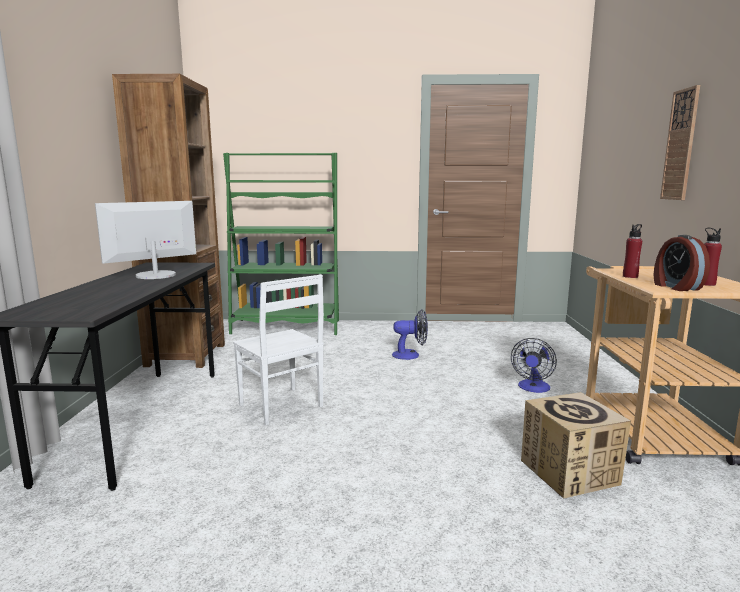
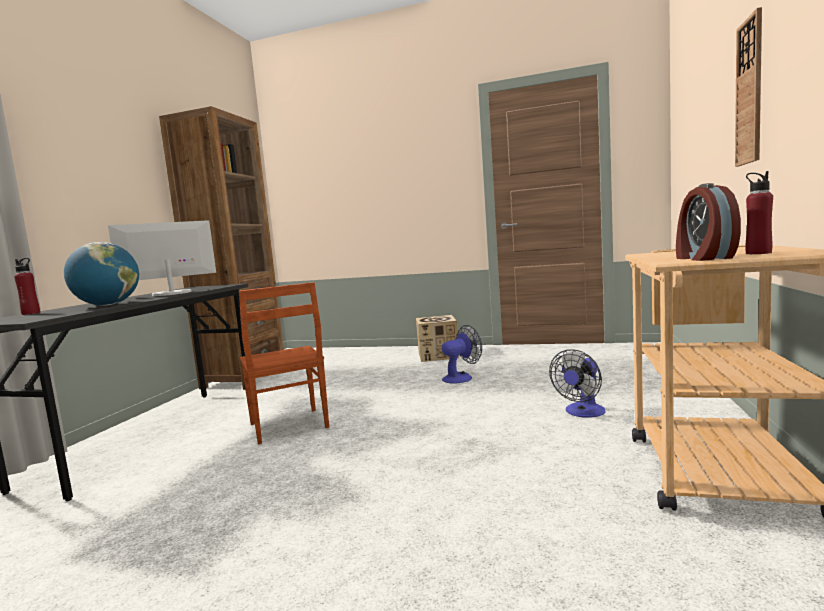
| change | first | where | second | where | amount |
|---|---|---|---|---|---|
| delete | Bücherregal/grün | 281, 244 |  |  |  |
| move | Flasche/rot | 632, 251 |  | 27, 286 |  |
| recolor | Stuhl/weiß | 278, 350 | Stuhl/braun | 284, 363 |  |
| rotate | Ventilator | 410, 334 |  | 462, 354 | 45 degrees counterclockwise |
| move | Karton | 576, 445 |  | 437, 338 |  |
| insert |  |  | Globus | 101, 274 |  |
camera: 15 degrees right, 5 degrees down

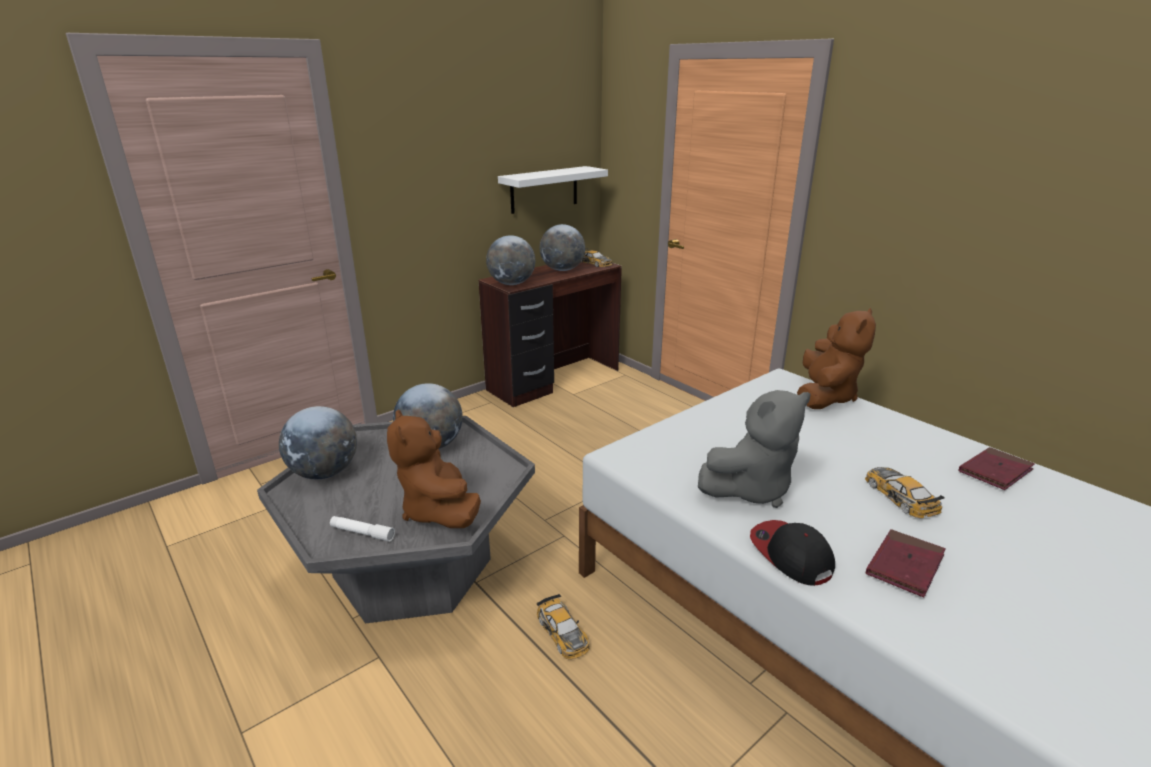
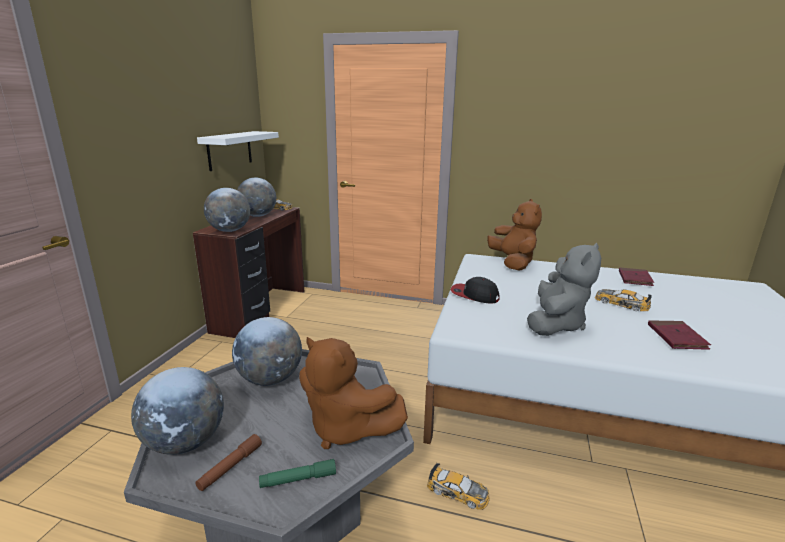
| change | first | where | second | where | amount |
|---|---|---|---|---|---|
| recolor | Taschenlampe/weiß | 362, 529 | Taschenlampe/grün | 297, 473 |  |
| move | Kappe | 792, 553 |  | 475, 290 |  |
| insert |  |  | Taschenlampe/braun | 228, 462 |  |
camera: 35 degrees left, 5 degrees down

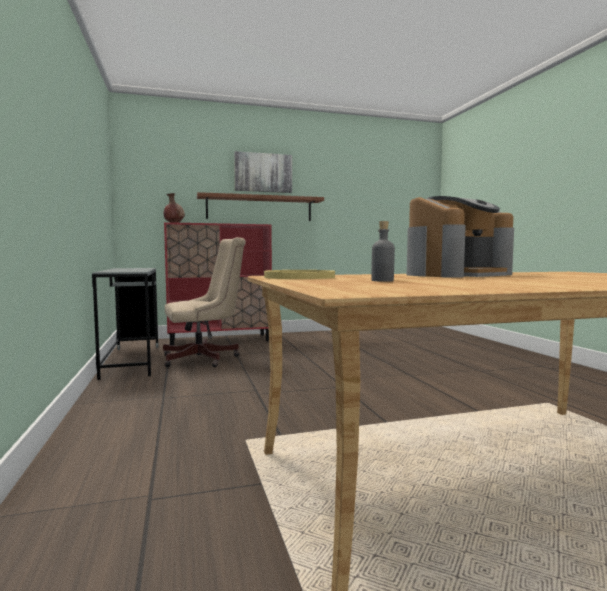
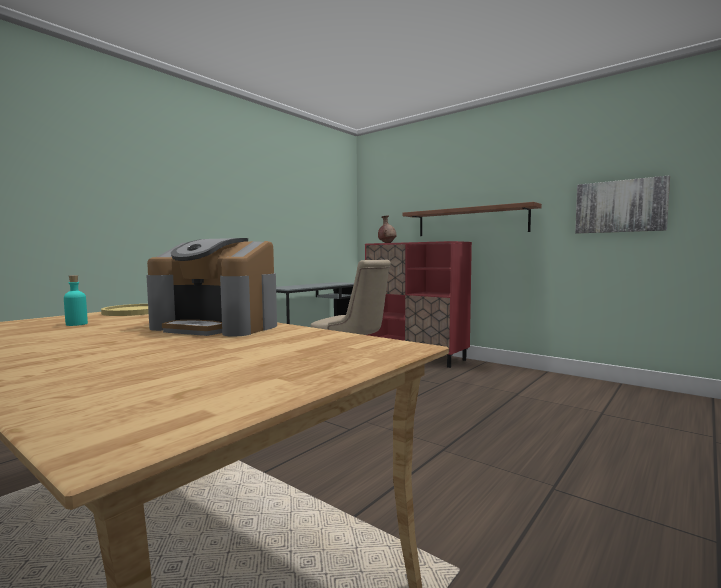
| change | first | where | second | where | amount |
|---|---|---|---|---|---|
| move | Bild | 263, 172 |  | 622, 204 |  |
| recolor | Flasche/grau | 383, 251 | Flasche/türkis | 76, 300 |  |
camera: 55 degrees right, 0 degrees up

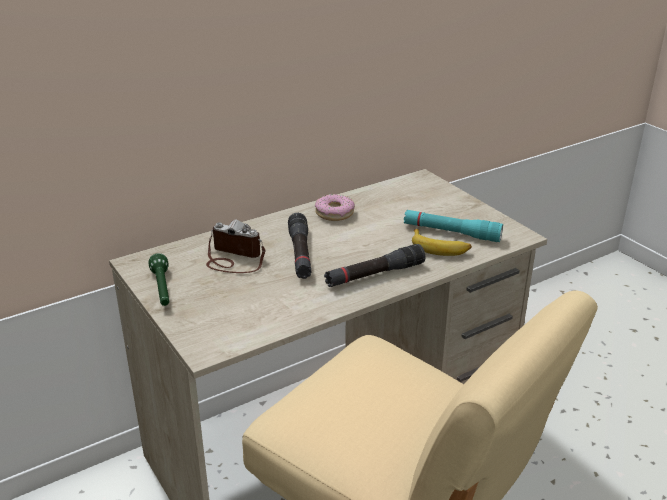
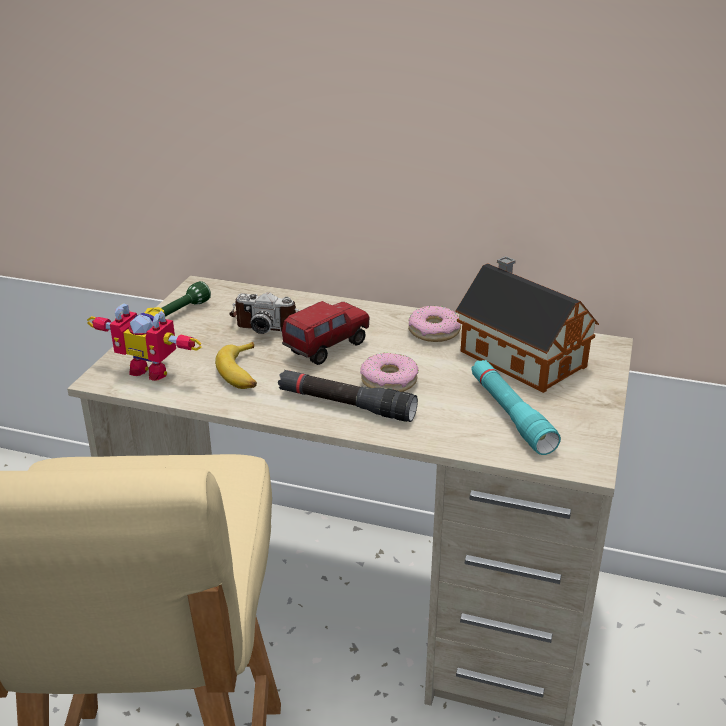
| change | first | where | second | where | amount |
|---|---|---|---|---|---|
| replace | Taschenlampe/schwarz | 300, 246 | Spielzeuglaster | 325, 333 |  |
| rotate | Kamera | 235, 246 |  | 264, 313 | 120 degrees clockwise |
| move | Banane | 442, 242 |  | 236, 365 |  |
| insert |  |  | Spielzeughaus | 527, 324 |  |
| insert |  |  | Spielzeugroboter | 144, 342 |  |
| insert |  |  | Donut | 389, 372 |  |
camera: 50 degrees right, 0 degrees up

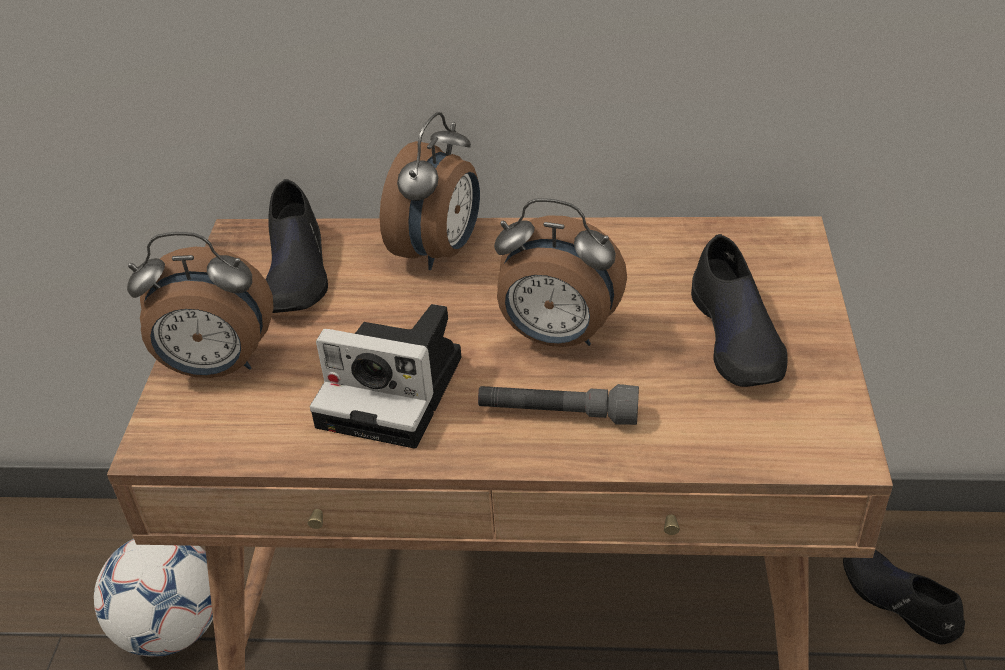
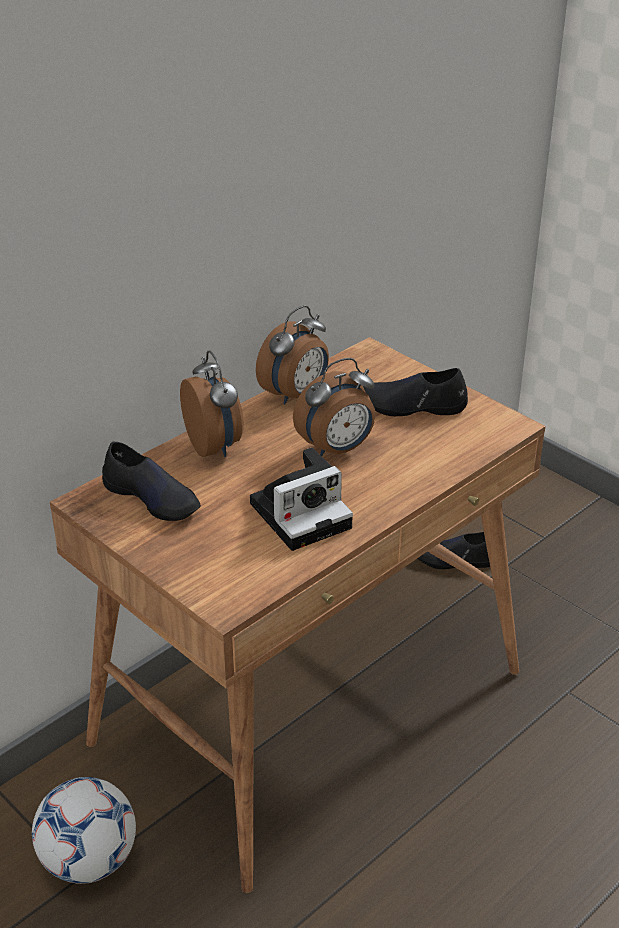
| change | first | where | second | where | amount |
|---|---|---|---|---|---|
| move | Wecker | 200, 305 |  | 292, 355 |  |
| rotate | Schuh/schwarz | 739, 310 |  | 415, 392 | 150 degrees clockwise |
| delete | Taschenlampe/grau | 558, 404 |  |  |  |
camera: 50 degrees left, 5 degrees down

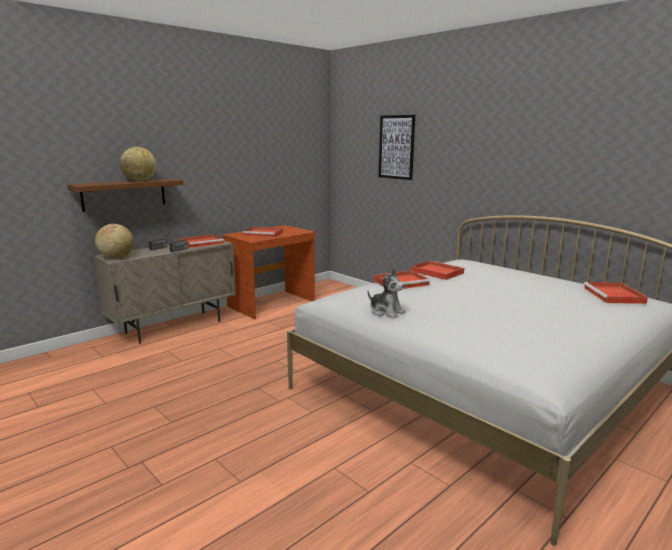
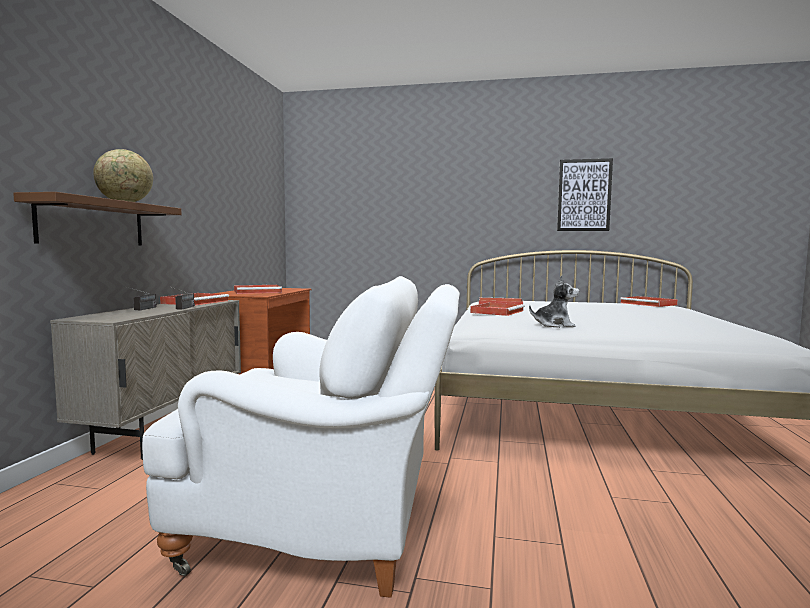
| change | first | where | second | where | amount |
|---|---|---|---|---|---|
| move | Bild | 397, 147 |  | 585, 194 |  |
| delete | Globus | 114, 241 |  |  |  |
| insert |  |  | Sessel/weiß | 301, 437 |  |
camera: 35 degrees left, 10 degrees down

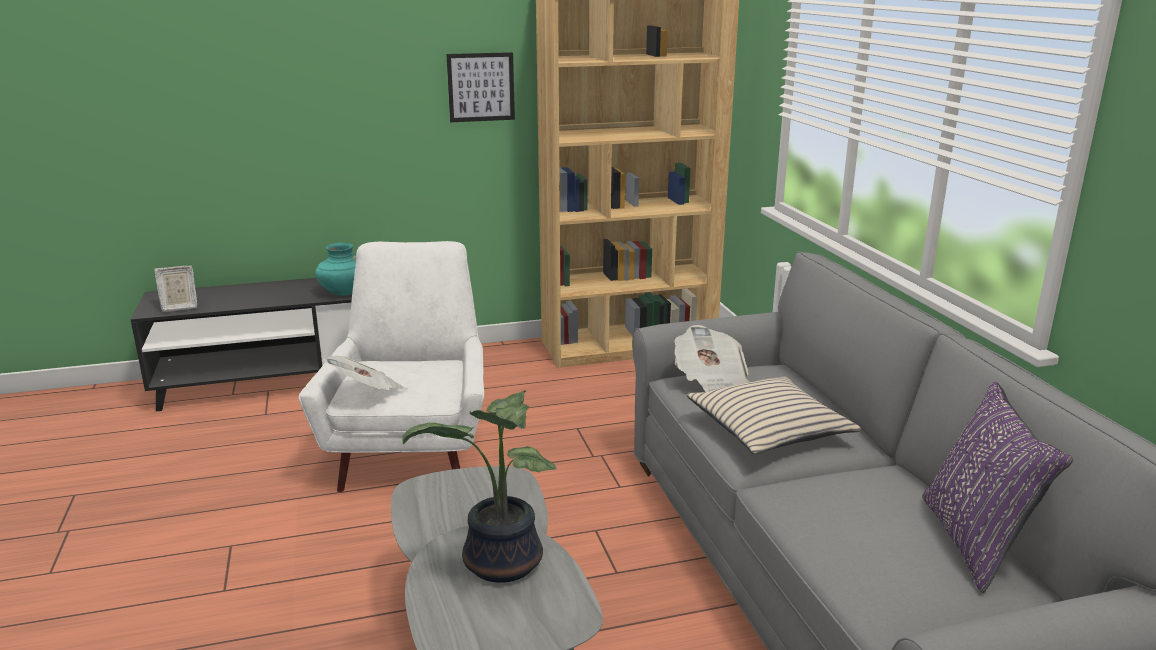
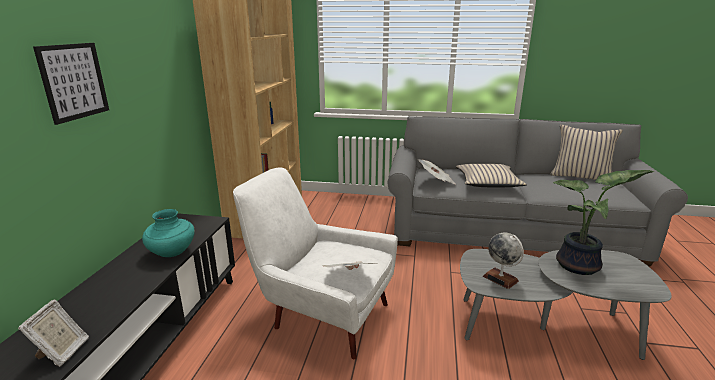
| change | first | where | second | where | amount |
|---|---|---|---|---|---|
| move | Bild | 480, 87 |  | 71, 84 |  |
| recolor | Kissen/lila | 997, 487 | Kissen/beige | 586, 152 |  |
| insert |  |  | Globus | 503, 261 |  |
camera: 65 degrees left, 0 degrees up

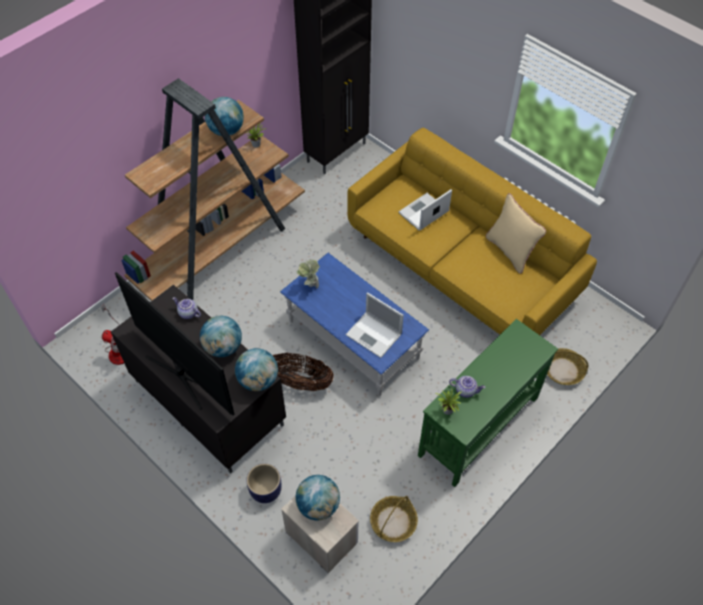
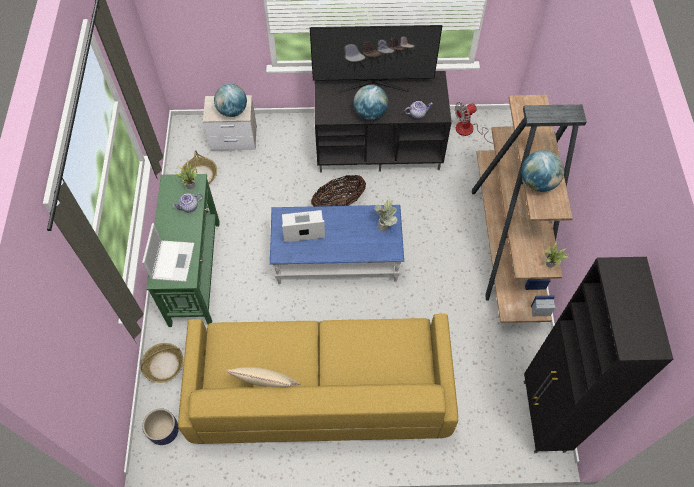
| change | first | where | second | where | amount |
|---|---|---|---|---|---|
| move | Laptop | 425, 209 |  | 168, 252 |  |
| delete | Globus | 256, 369 |  |  |  |
| move | Pflanzkübel | 264, 483 |  | 161, 426 |  |
camera: 135 degrees right, 5 degrees up

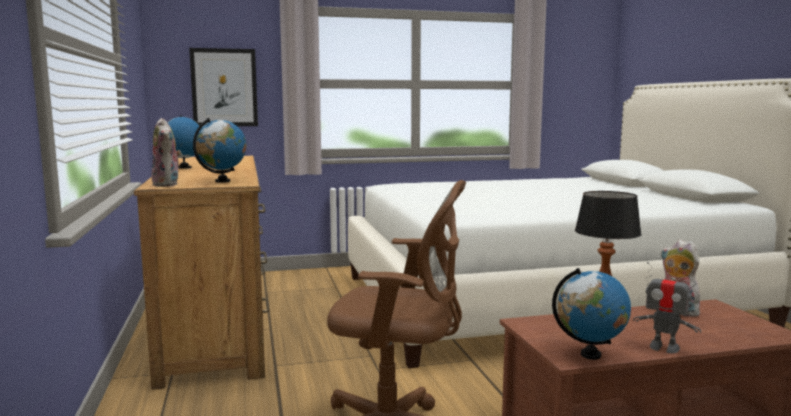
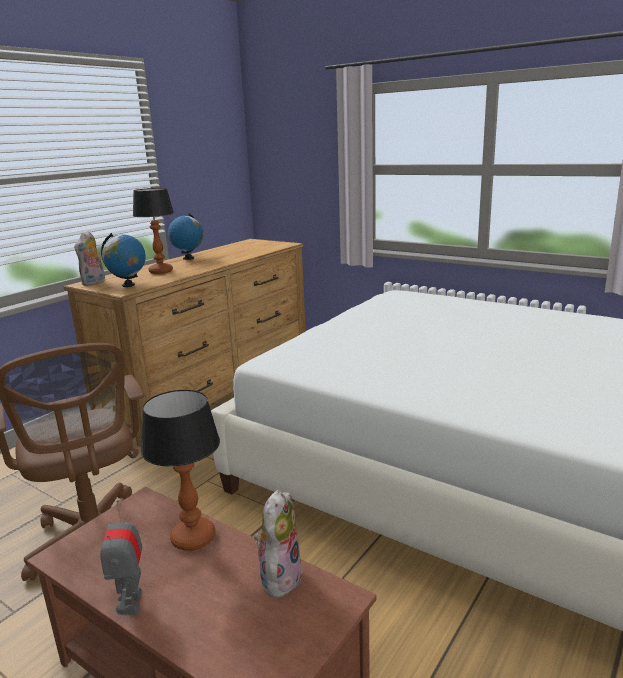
| change | first | where | second | where | amount |
|---|---|---|---|---|---|
| delete | Bild | 223, 87 |  |  |  |
| delete | Globus | 591, 314 |  |  |  |
| insert |  |  | Tischlampe | 153, 231 |  |
camera: 50 degrees right, 10 degrees up

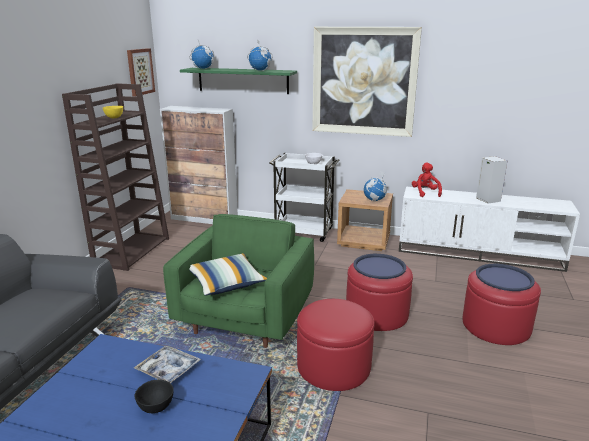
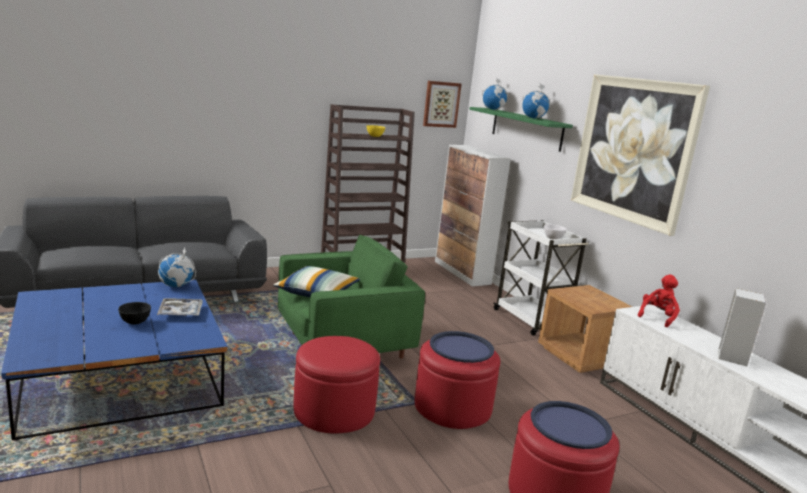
| change | first | where | second | where | amount |
|---|---|---|---|---|---|
| move | Globus | 376, 186 |  | 177, 267 |  |
camera: 45 degrees right, 5 degrees down

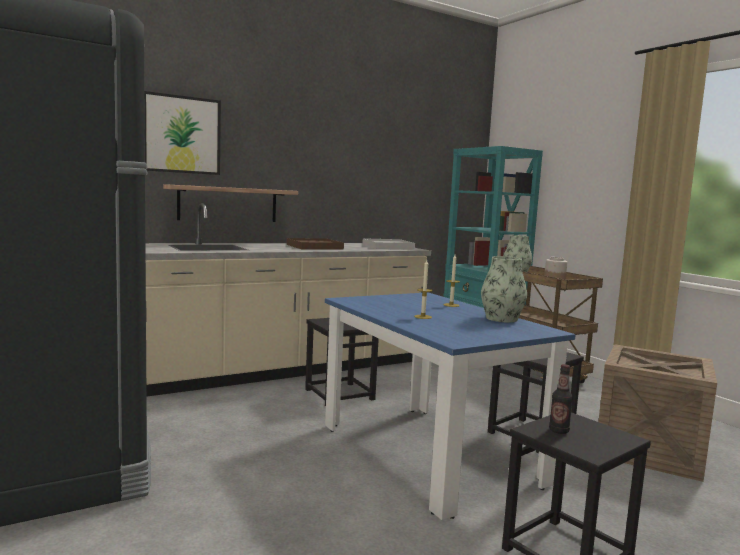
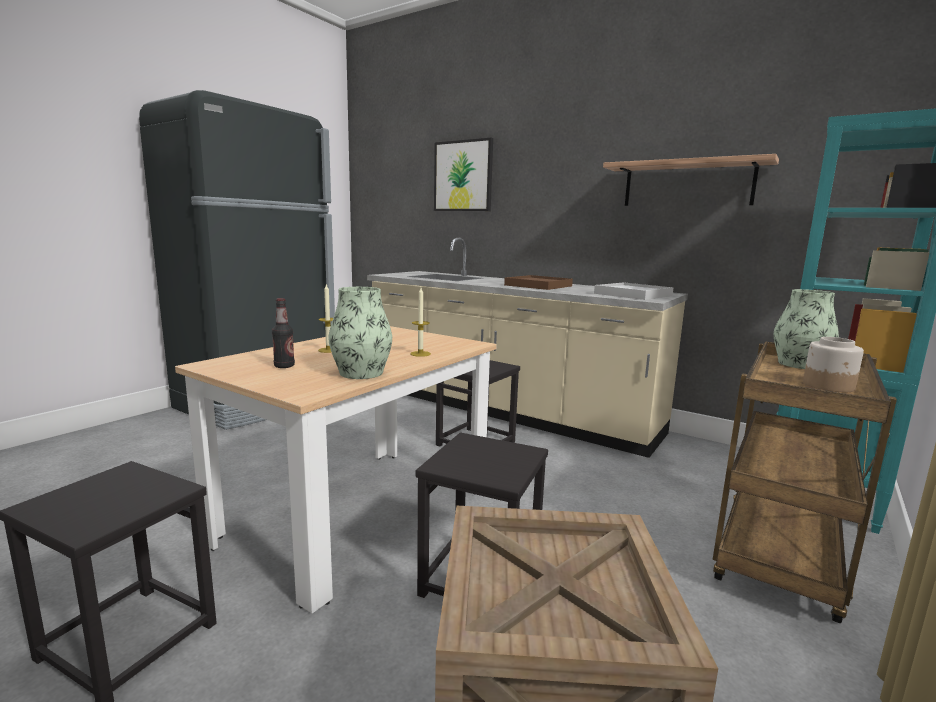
| change | first | where | second | where | amount |
|---|---|---|---|---|---|
| move | Wandregal | 230, 203 |  | 691, 180 |  |
| recolor | Esstisch/blau | 450, 406 | Esstisch/beige | 336, 470 |  |
| move | Flasche | 561, 399 |  | 283, 333 |  |
camera: 65 degrees right, 5 degrees up

